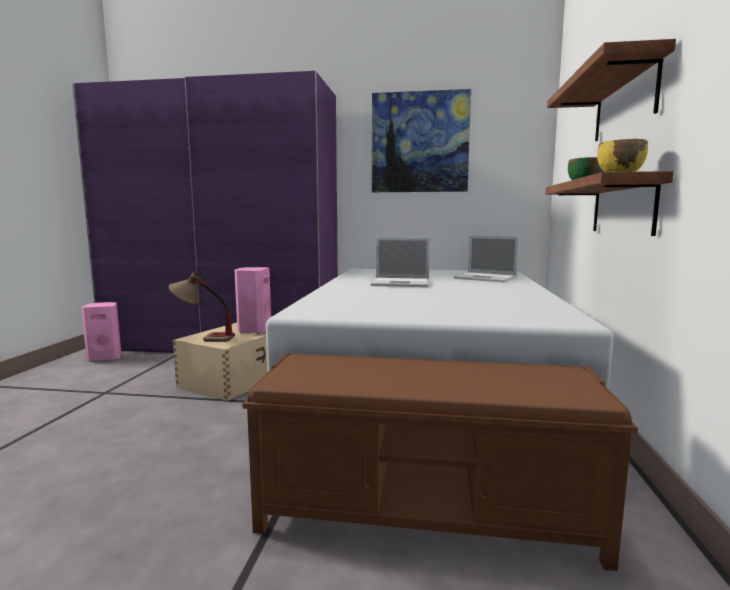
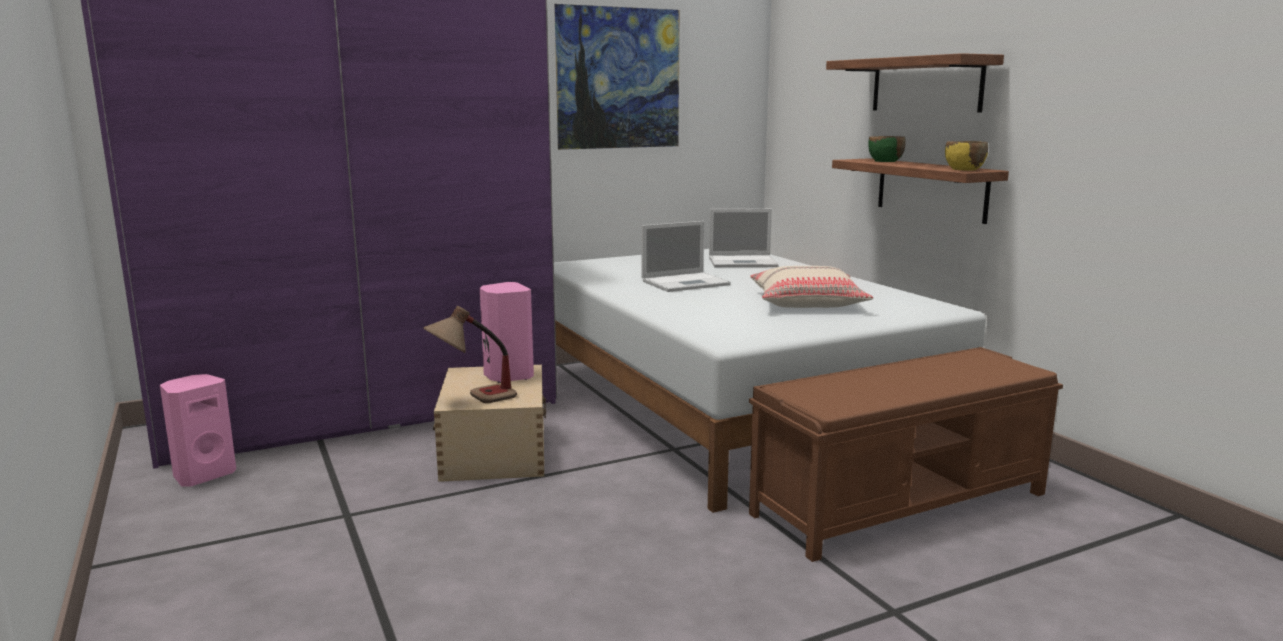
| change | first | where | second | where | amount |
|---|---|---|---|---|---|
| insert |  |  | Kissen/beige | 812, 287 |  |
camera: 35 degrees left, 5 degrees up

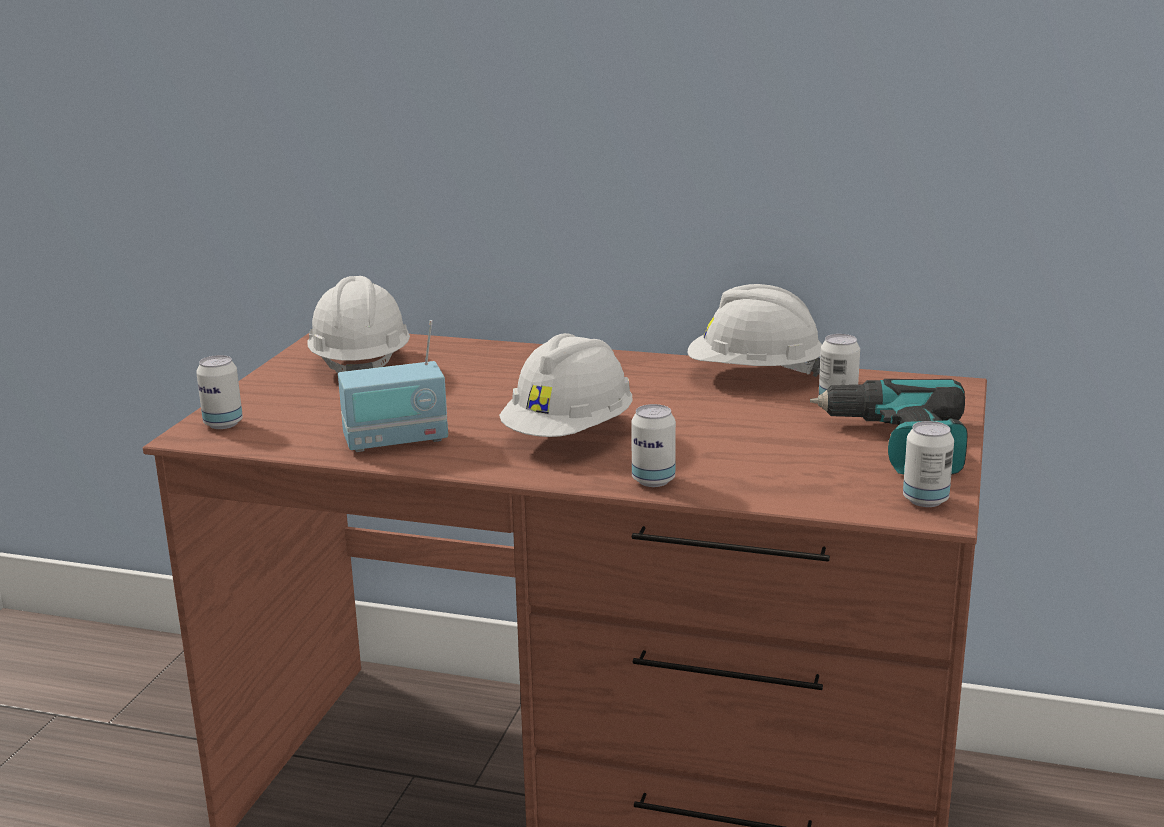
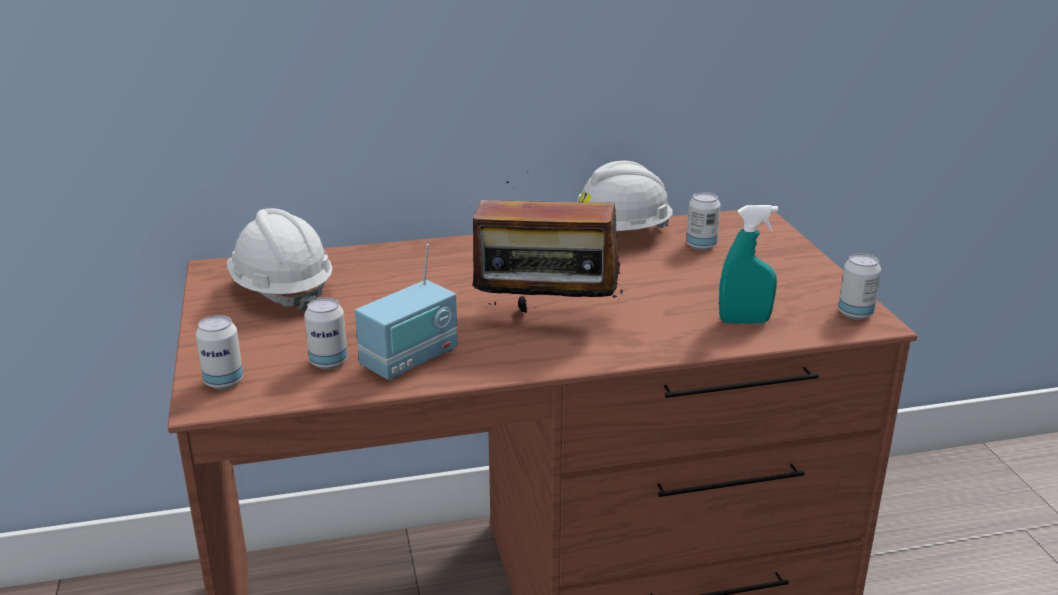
| change | first | where | second | where | amount |
|---|---|---|---|---|---|
| replace | Schutzhelm/weiß | 565, 385 | Radio | 546, 242 |  |
| delete | Bohrmaschine | 889, 427 |  |  |  |
| move | Dose | 653, 445 |  | 326, 333 |  |
| insert |  |  | Sprühflasche/türkis | 748, 264 |  |
camera: 30 degrees left, 5 degrees up

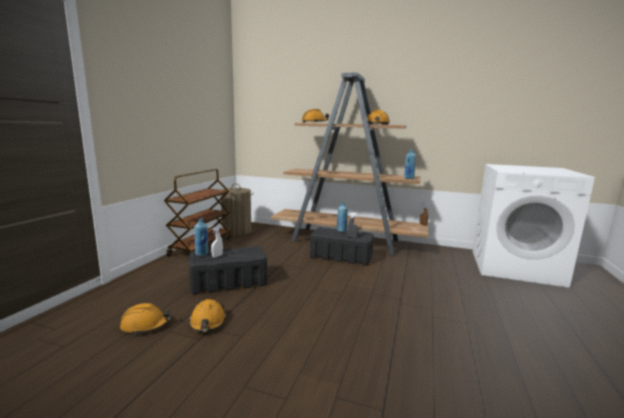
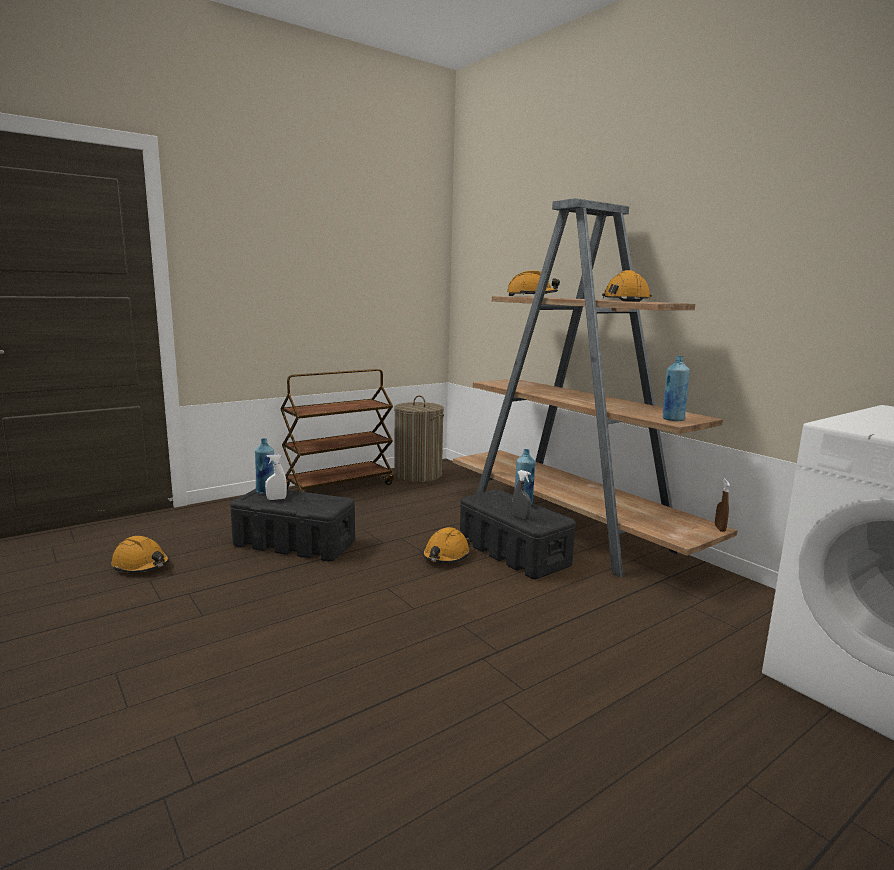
| change | first | where | second | where | amount |
|---|---|---|---|---|---|
| move | Schutzhelm/orange | 208, 315 |  | 446, 545 |  |
camera: 35 degrees right, 0 degrees up

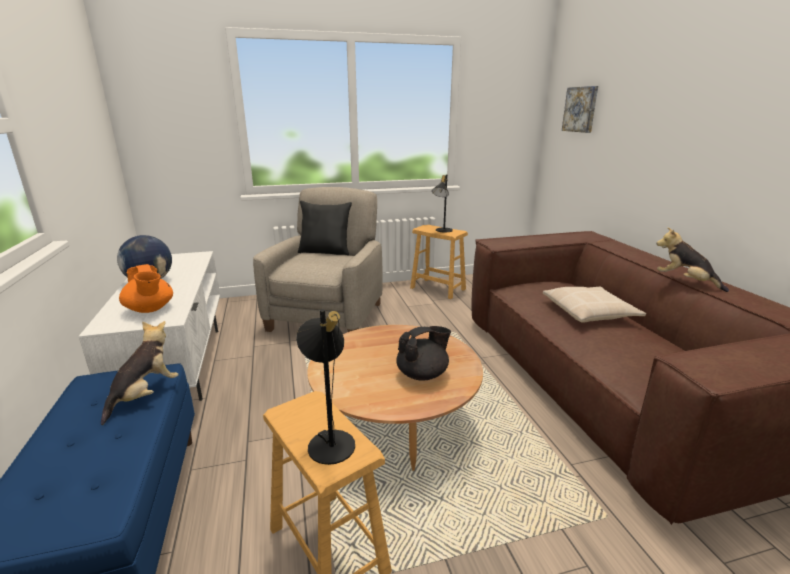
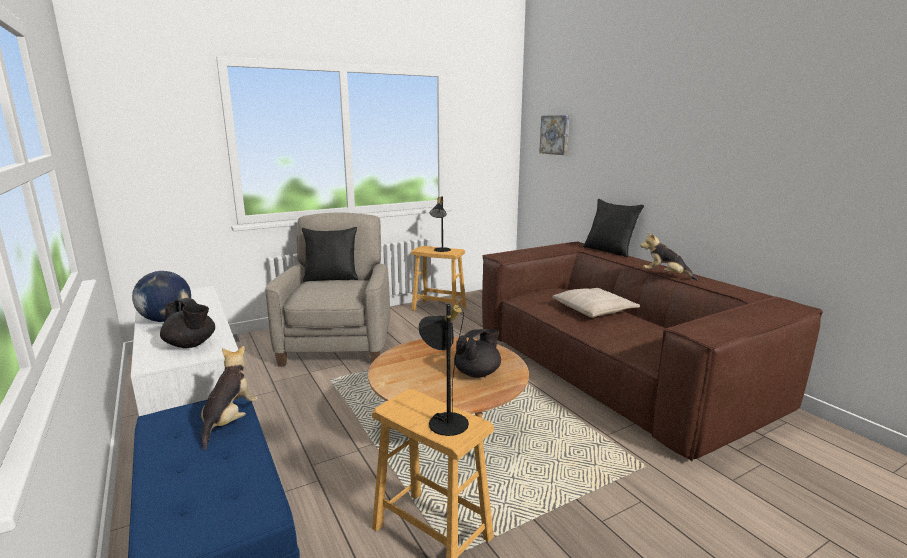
| change | first | where | second | where | amount |
|---|---|---|---|---|---|
| recolor | Teekanne/orange | 146, 288 | Teekanne/schwarz | 187, 323 |  |
| insert |  |  | Kissen/schwarz | 613, 228 |  |
camera: 15 degrees left, 5 degrees down

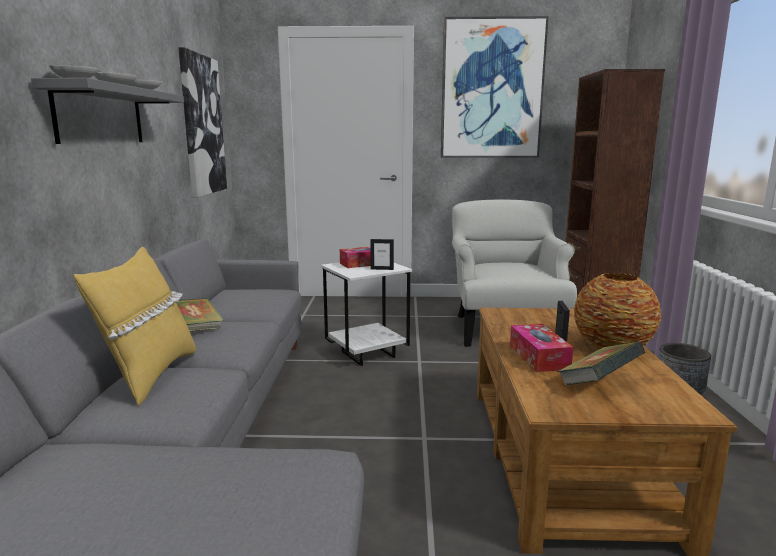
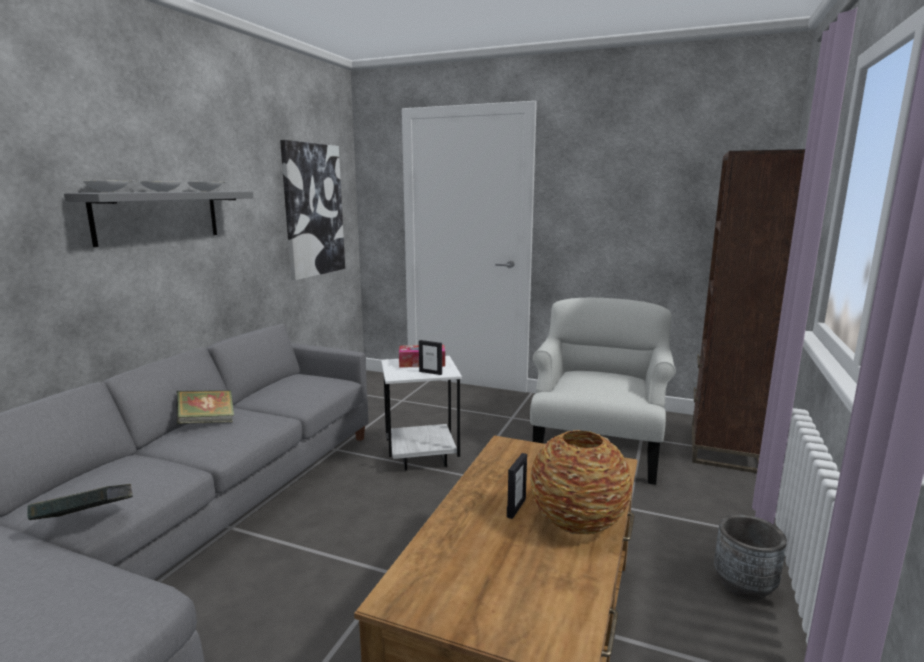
| change | first | where | second | where | amount |
|---|---|---|---|---|---|
| delete | Bild | 495, 87 |  |  |  |
| delete | Kissen/gelb | 135, 326 |  |  |  |
| delete | Taschentuchbox | 541, 348 |  |  |  |
| move | Buch | 601, 364 |  | 80, 502 |  |
camera: 20 degrees right, 0 degrees up

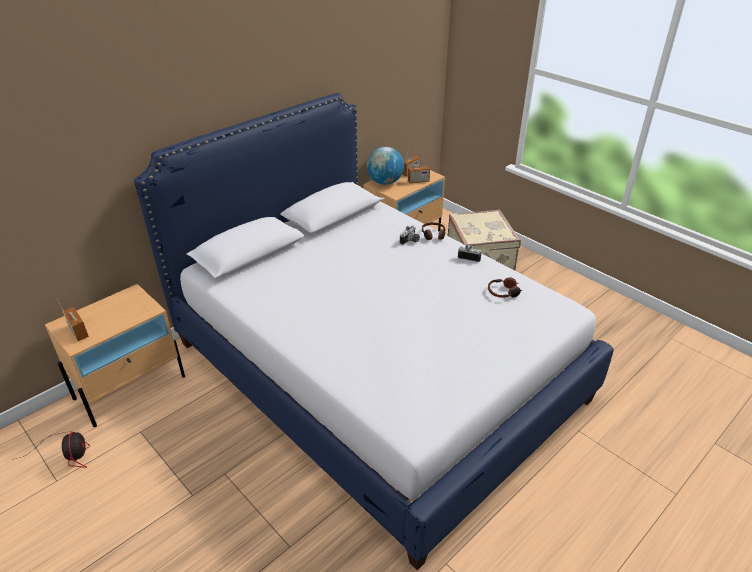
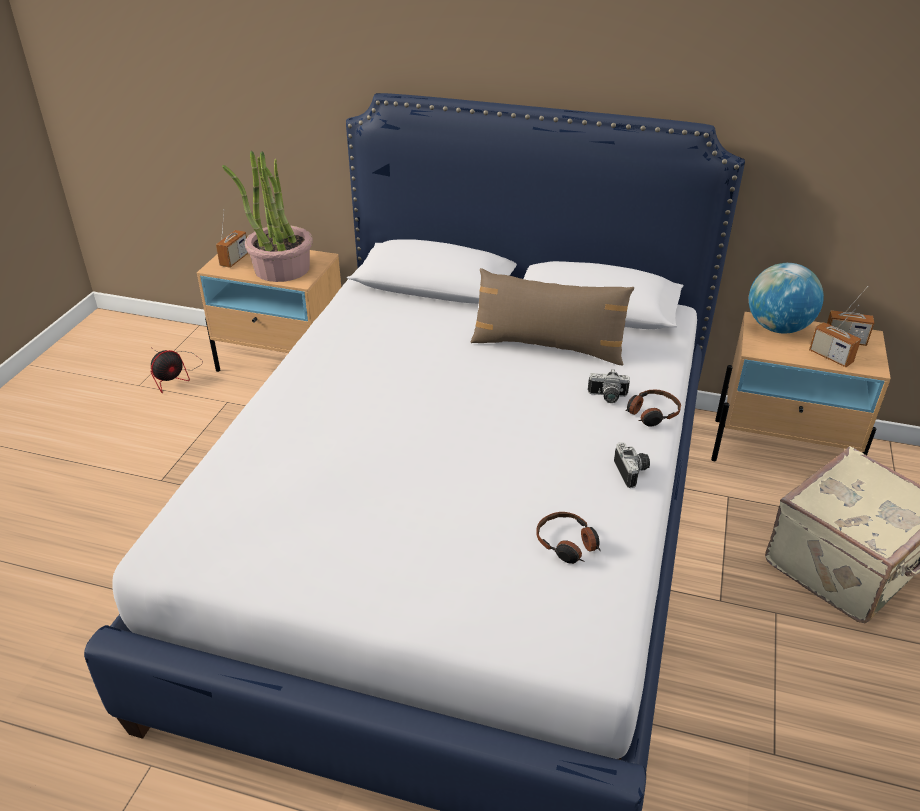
| change | first | where | second | where | amount |
|---|---|---|---|---|---|
| insert |  |  | Topfpflanze | 267, 216 |  |
| insert |  |  | Kissen/braun | 552, 316 |  |
camera: 60 degrees right, 0 degrees up

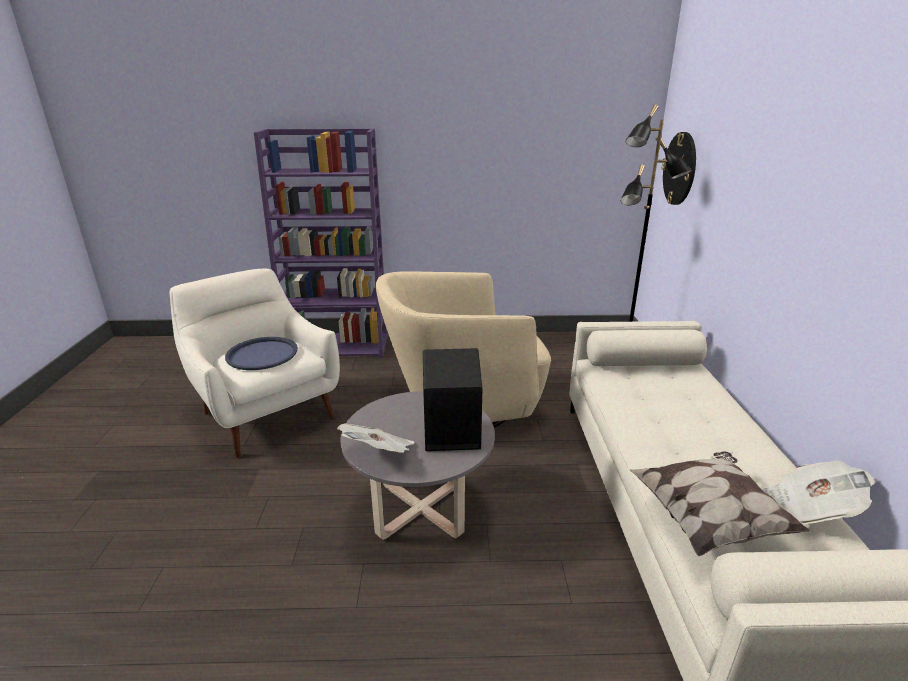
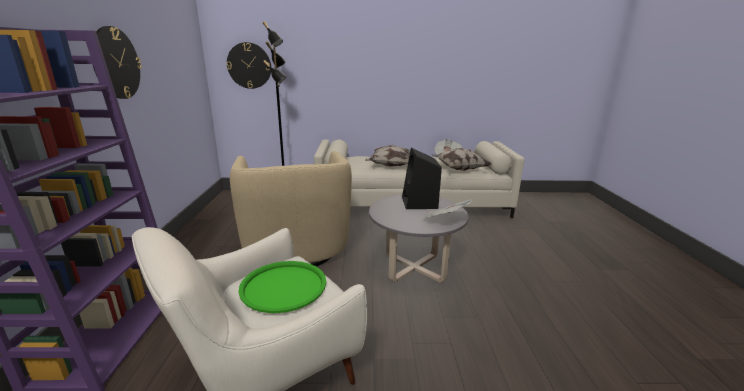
| change | first | where | second | where | amount |
|---|---|---|---|---|---|
| recolor | Tablett/blau | 261, 353 | Tablett/grün | 282, 287 |  |
| insert |  |  | Wanduhr | 117, 62 |  |
| insert |  |  | Kissen | 388, 156 |  |
camera: 90 degrees left, 5 degrees down

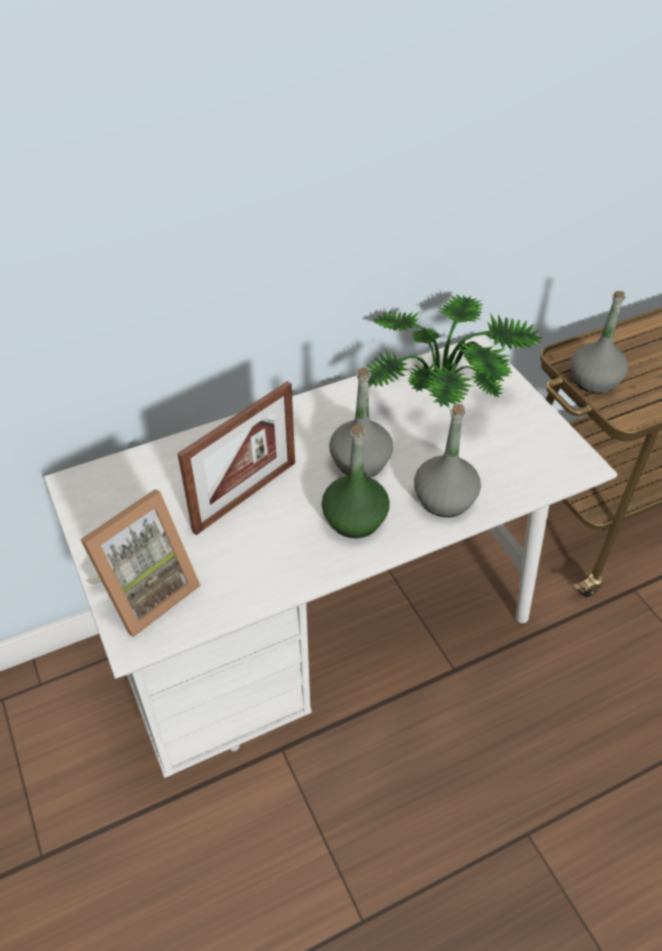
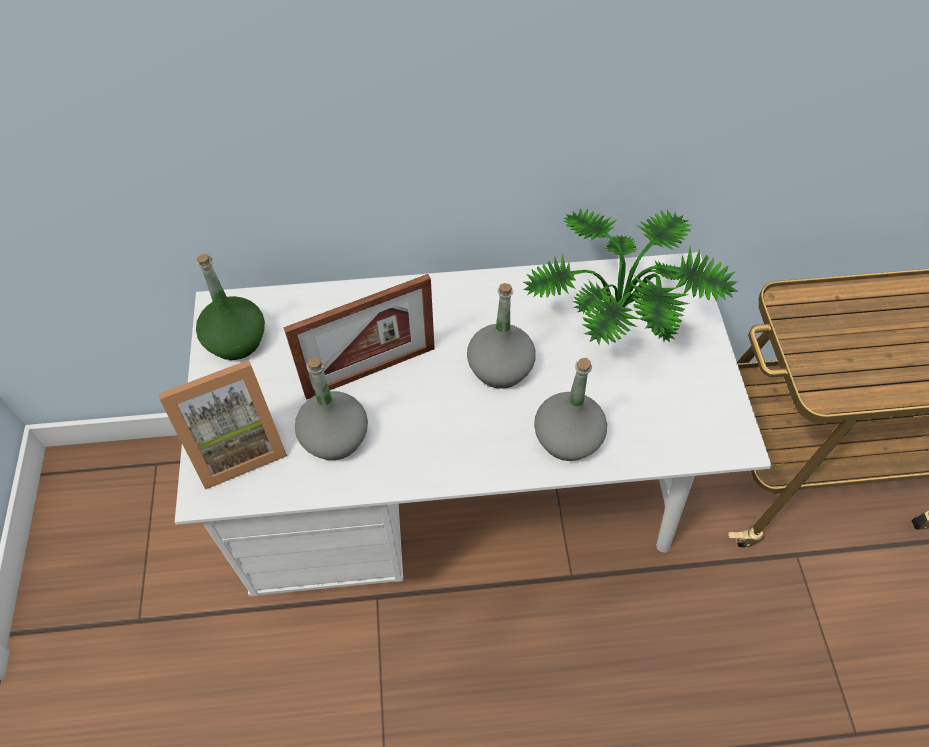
| change | first | where | second | where | amount |
|---|---|---|---|---|---|
| move | Flasche/grau | 599, 342 |  | 331, 408 |  |
| move | Flasche/grün | 356, 481 |  | 230, 307 |  |
camera: 20 degrees right, 10 degrees up

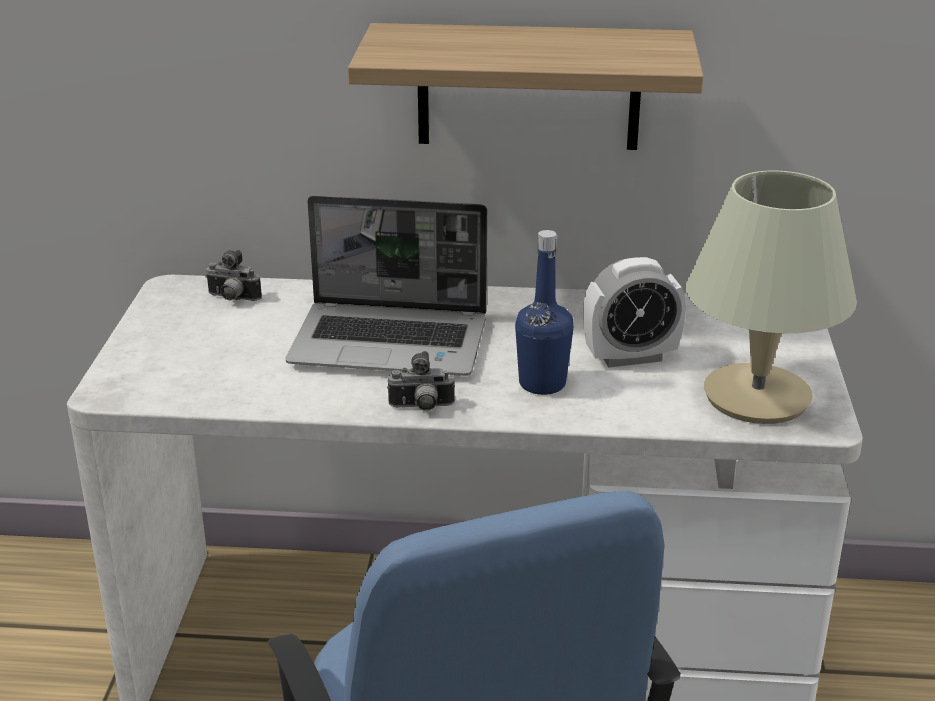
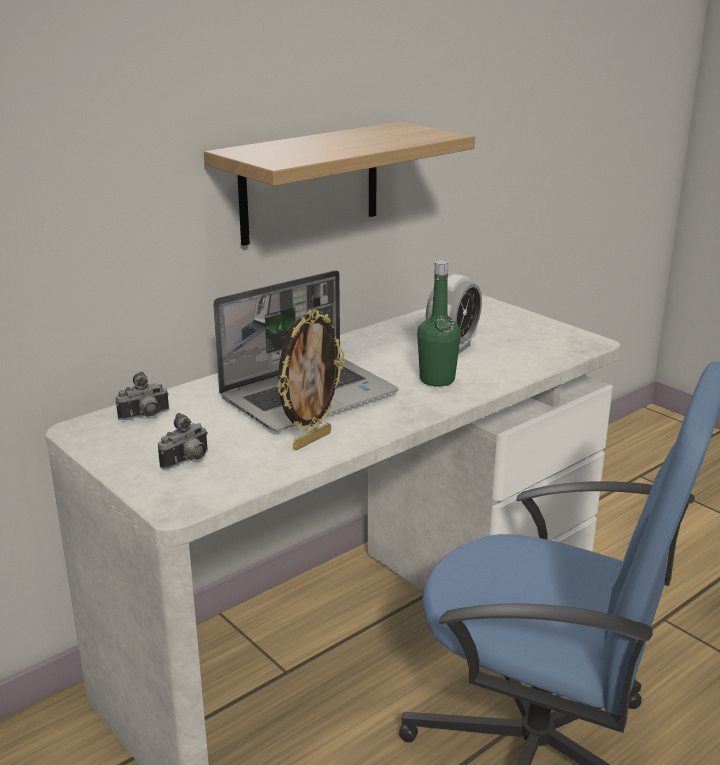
| change | first | where | second | where | amount |
|---|---|---|---|---|---|
| delete | Tischlampe/beige | 771, 297 |  |  |  |
| recolor | Flasche/blau | 544, 312 | Flasche/grün | 439, 323 |  |
| move | Kamera | 421, 381 |  | 183, 441 |  |
| insert |  |  | Bilderrahmen | 311, 379 |  |
camera: 45 degrees left, 5 degrees down

